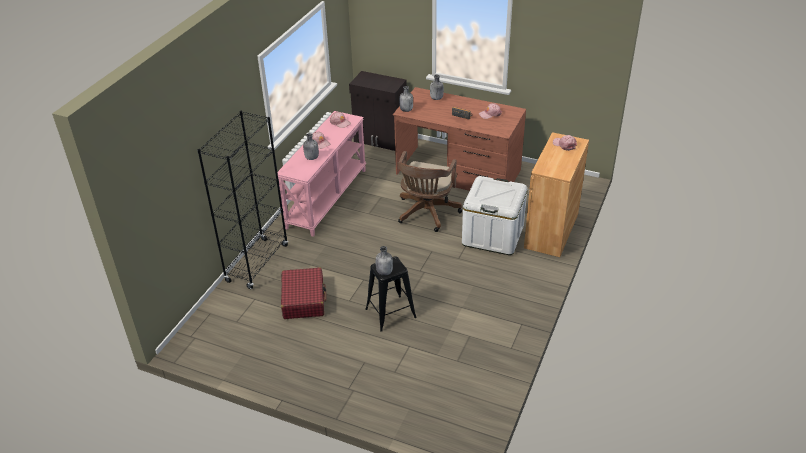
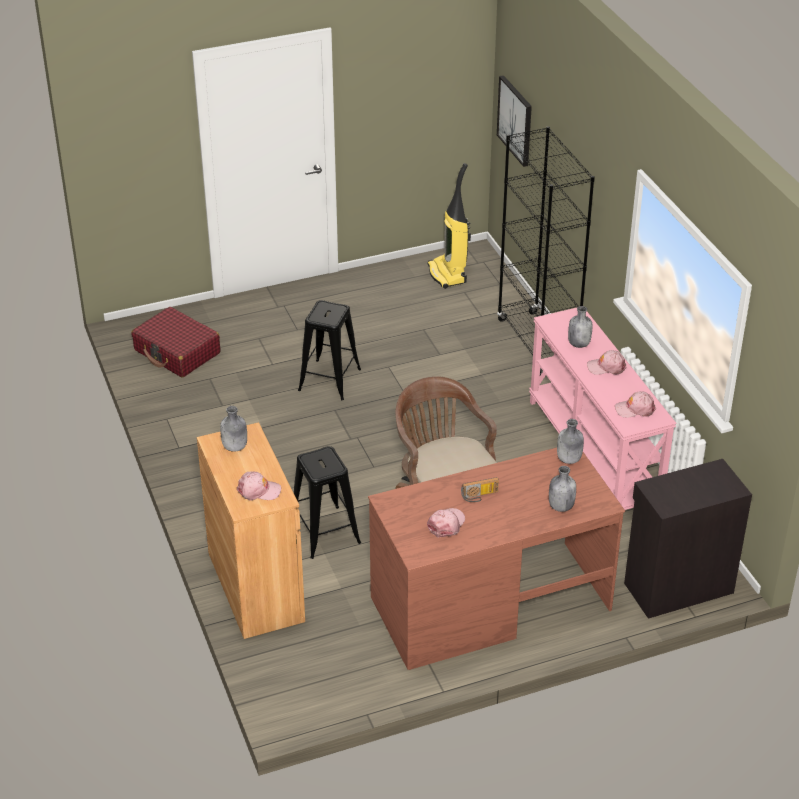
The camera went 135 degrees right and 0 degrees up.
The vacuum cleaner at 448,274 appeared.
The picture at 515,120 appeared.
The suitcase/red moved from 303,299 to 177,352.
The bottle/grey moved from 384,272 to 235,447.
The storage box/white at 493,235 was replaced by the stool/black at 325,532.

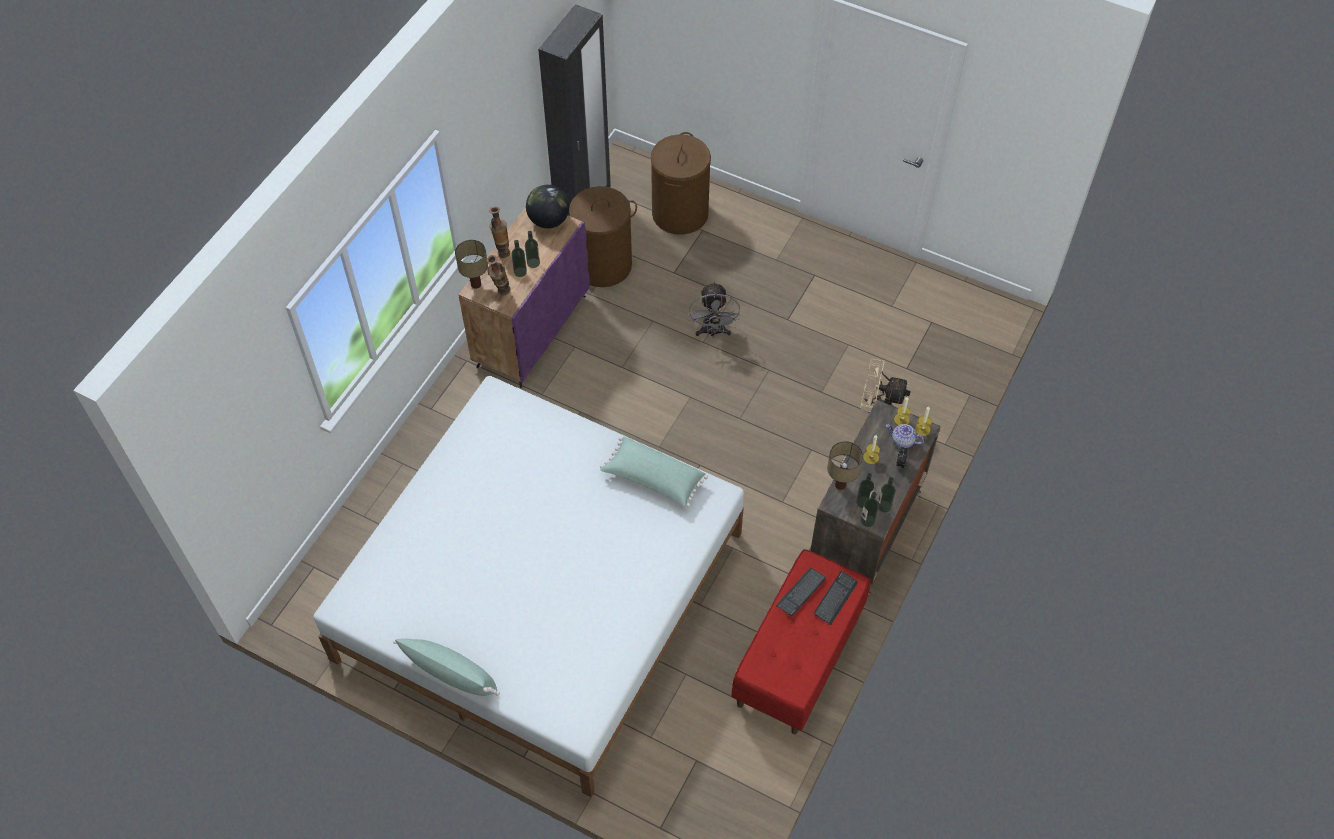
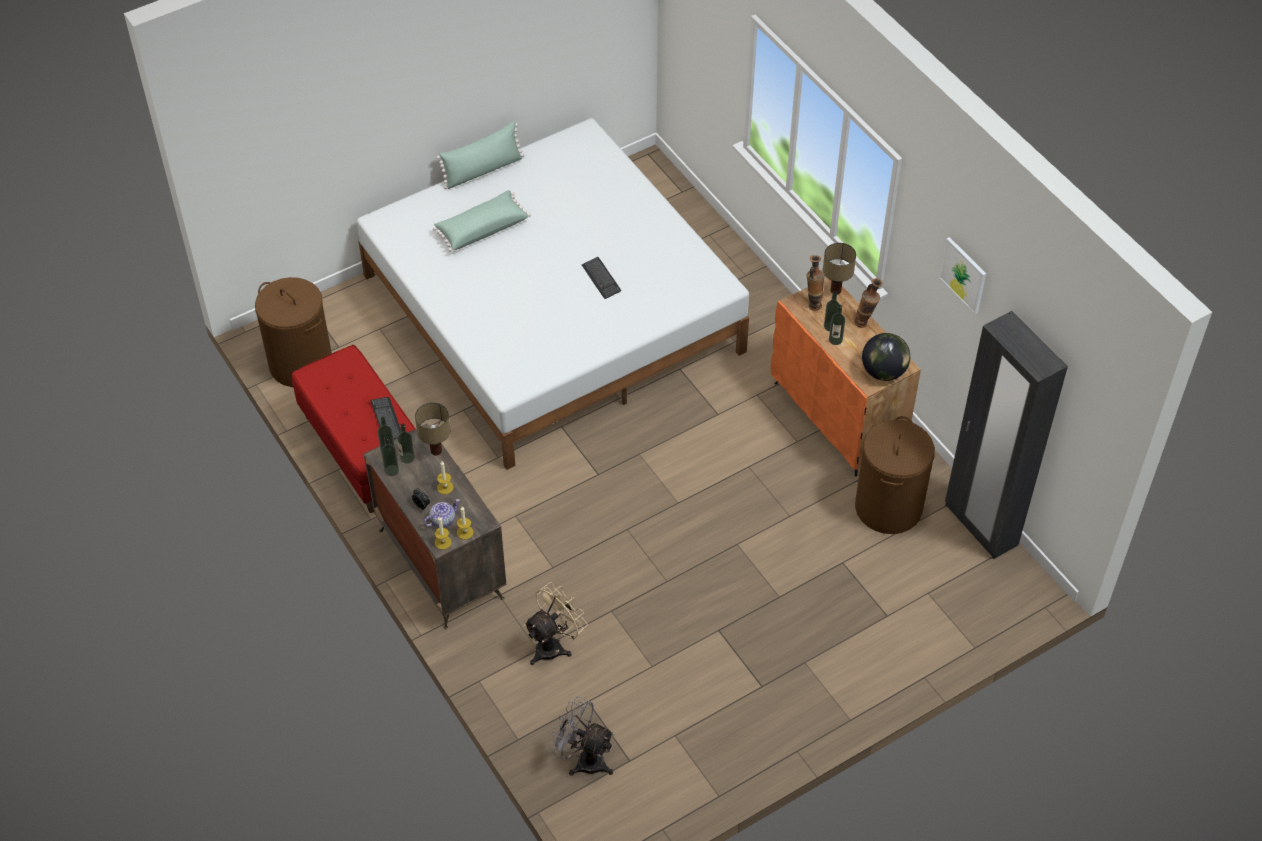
The camera went 120 degrees right and 5 degrees down.
The picture at 963,275 appeared.
The pillow/green moved from 653,479 to 481,228.
The laundry basket/brown moved from 679,213 to 301,364.
The fan/grey moved from 713,332 to 583,759.
The keyboard moved from 835,598 to 601,279.
The cabinet/purple at 532,330 became the cabinet/orange at 838,417.

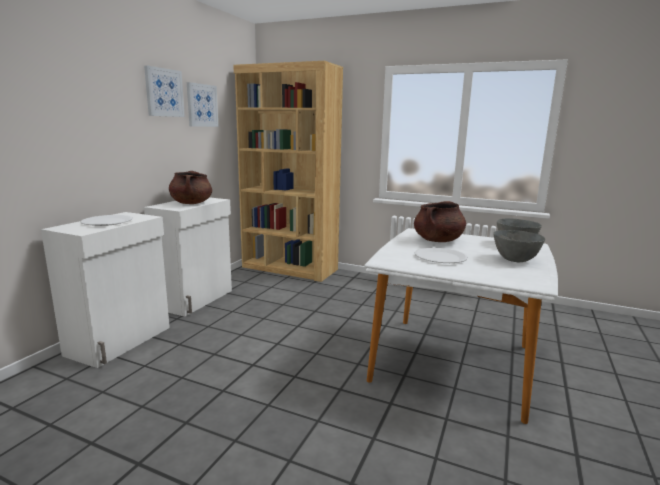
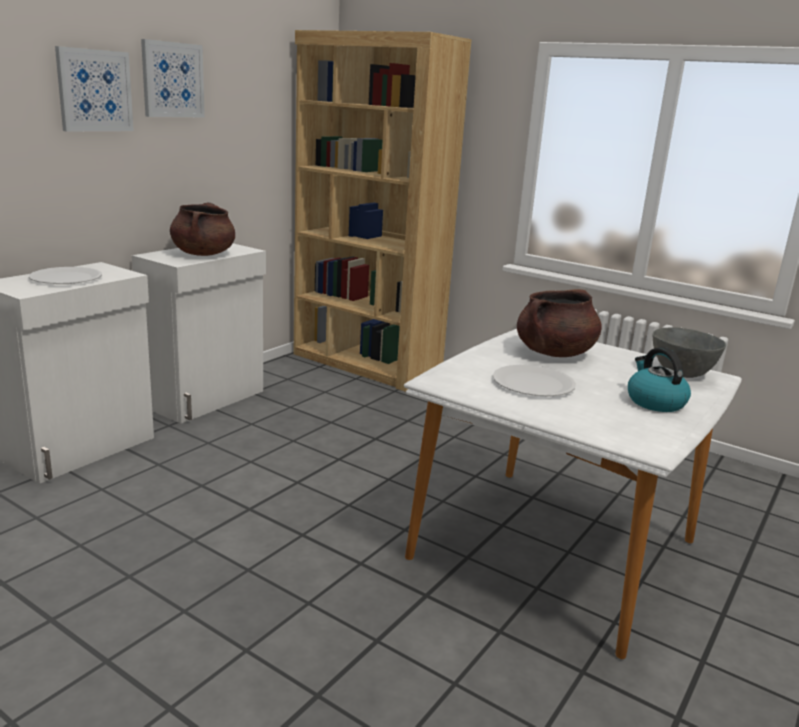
The camera went 10 degrees right and 5 degrees up.
The picture moved from 202,105 to 94,90.
The bowl/grey at 515,260 was replaced by the kettle at 654,402.

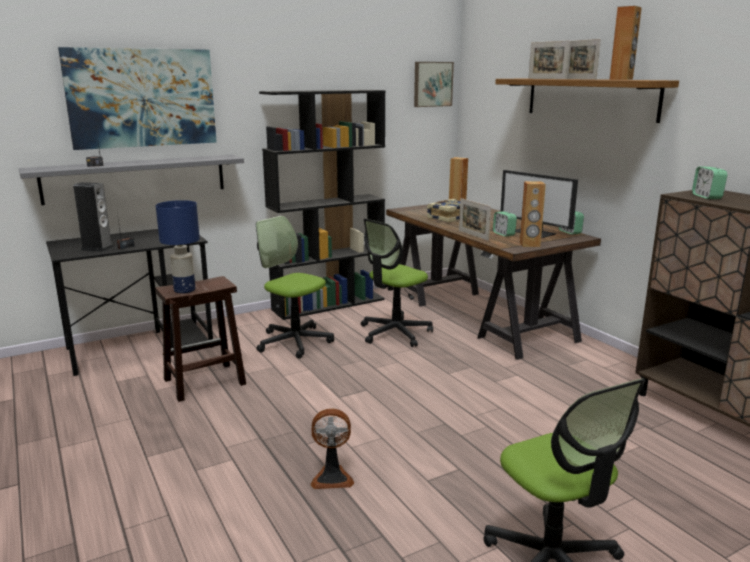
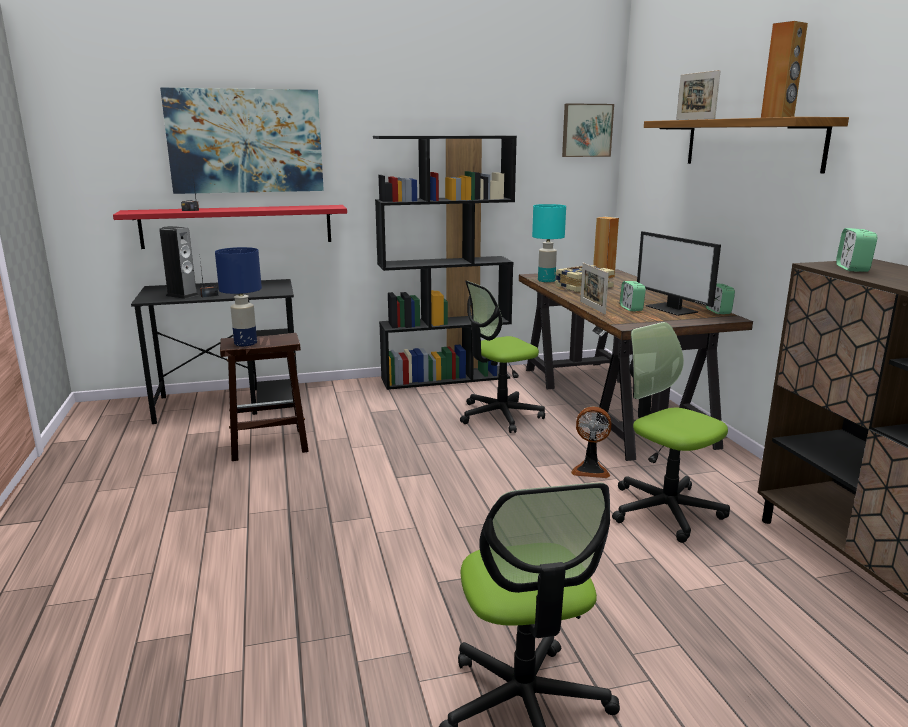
The camera went 15 degrees right and 0 degrees up.
The speaker/brown at 529,245 disappeared.
The picture frame at 580,79 disappeared.
The table lamp/turquoise at 546,280 appeared.
The office chair moved from 294,342 to 665,510.
The fan moved from 332,477 to 590,470.
The shelf/grey at 136,178 became the shelf/red at 237,226.

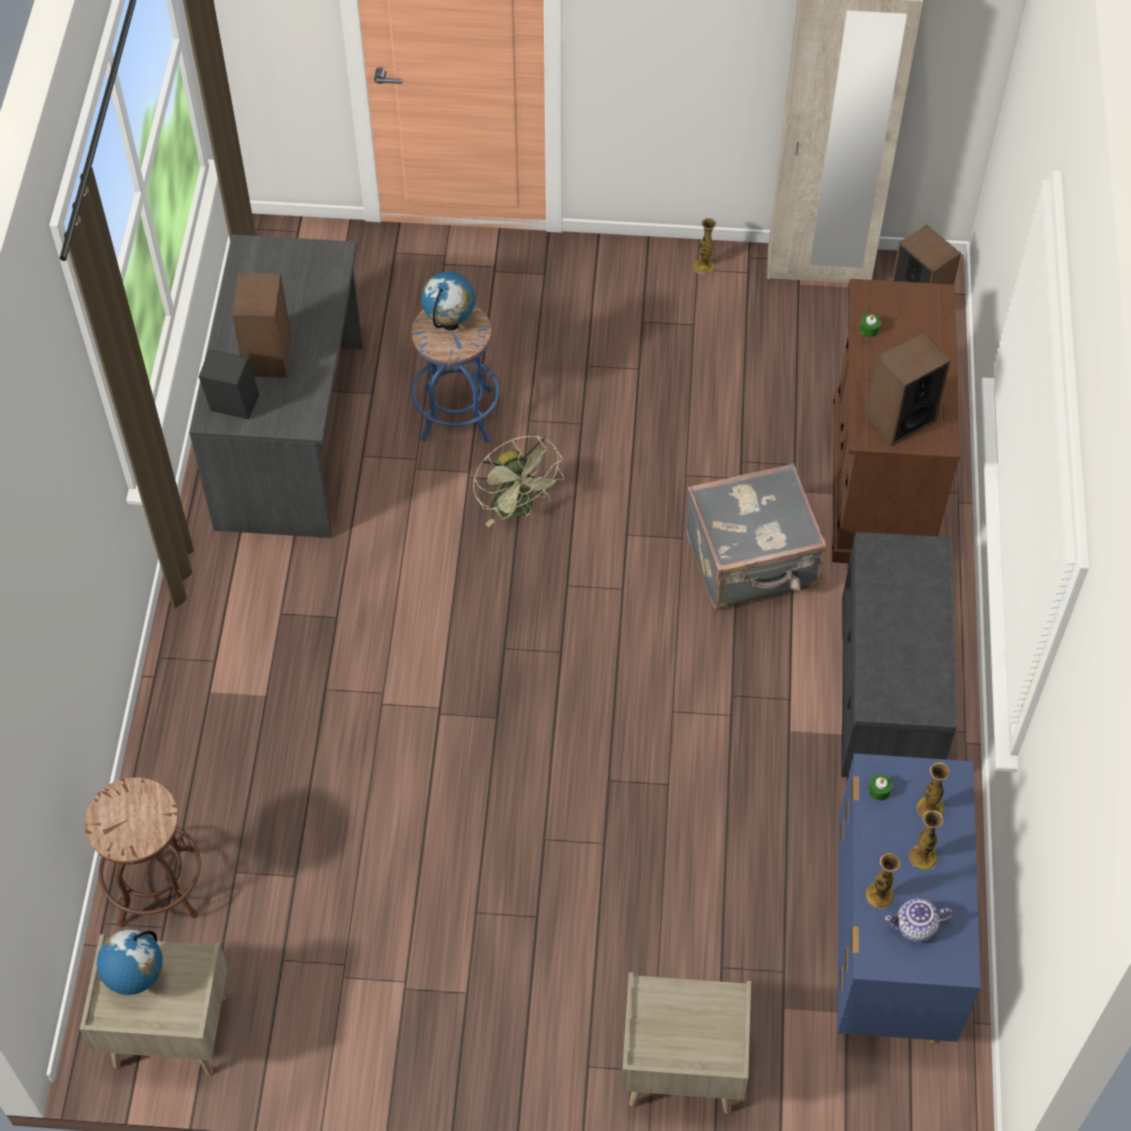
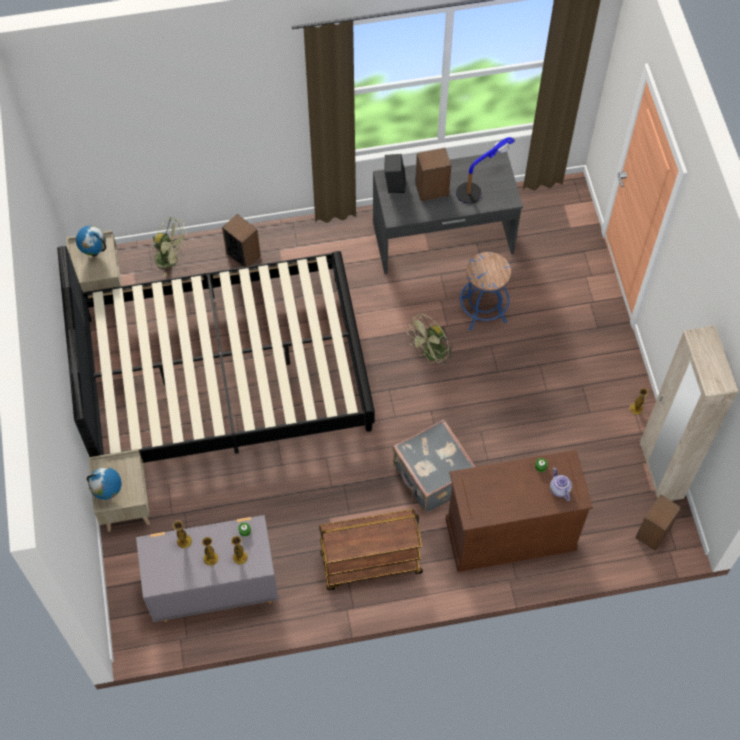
The camera went 75 degrees right and 5 degrees up.
The bed/black at 224,373 appeared.
The table lamp at 479,186 appeared.
The globe moved from 450,324 to 108,493.
The speaker moved from 899,419 to 243,254.
The teapot moved from 915,928 to 559,489.
The stool/brown at 157,886 was replaced by the fan/green at 171,260.
The bench/grey at 891,689 was replaced by the cart/brown at 370,564.
The dresser/blue at 889,946 became the dresser/grey at 213,590.

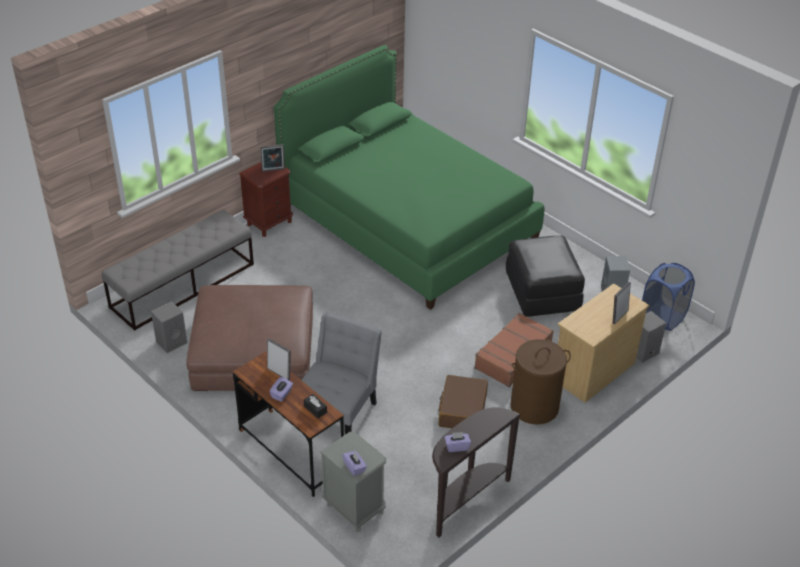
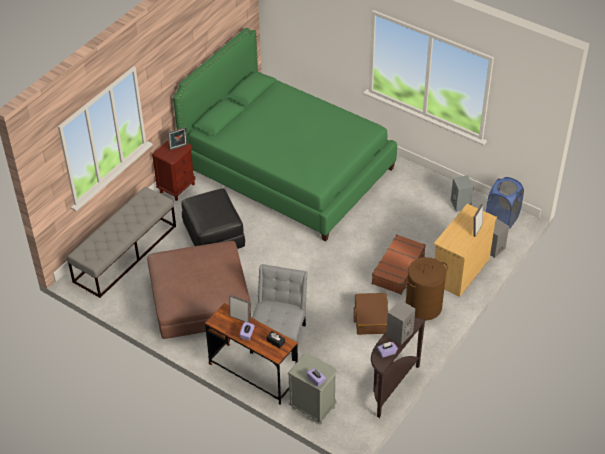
The camera went 10 degrees left and 5 degrees up.
The speaker/grey moved from 172,341 to 399,333.
The ottoman/black moved from 542,292 to 214,236.

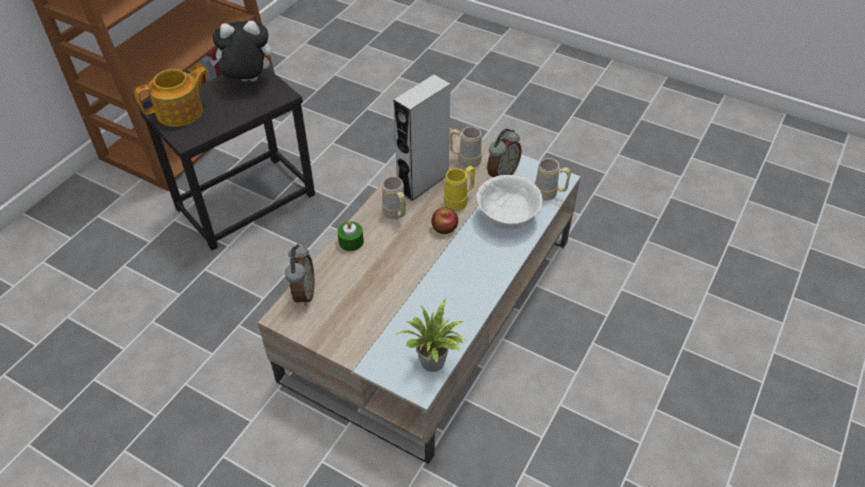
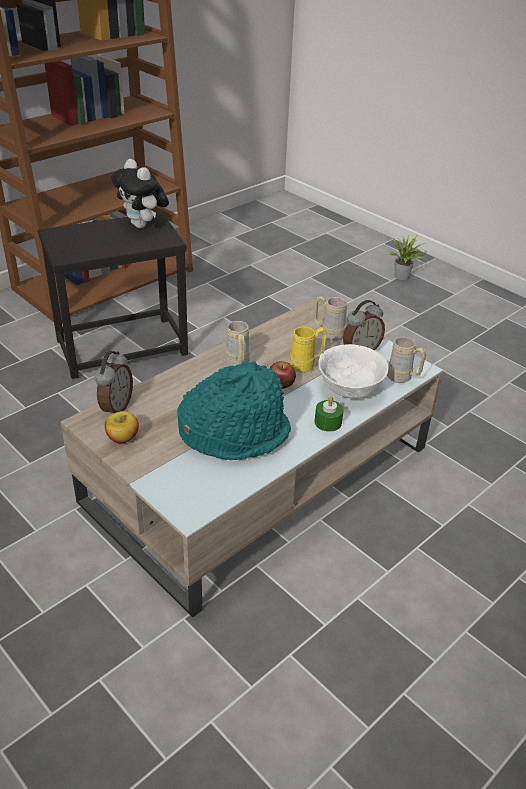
The camera went 15 degrees right and 10 degrees down.
The teapot at 181,112 disappeared.
The speaker/grey at 423,182 disappeared.
The apple at 122,438 appeared.
The hat/turquoise at 234,432 appeared.
The candle/green moved from 351,241 to 328,422.
The potted plant moved from 434,364 to 402,277.
The plush toy at 247,82 turned 135 degrees counterclockwise.

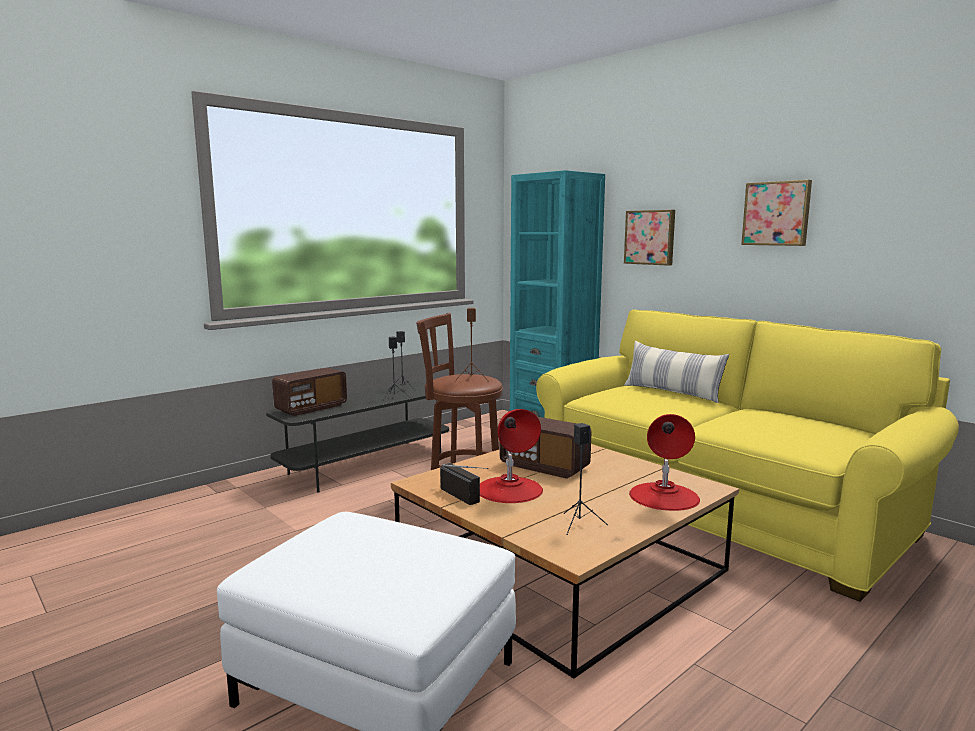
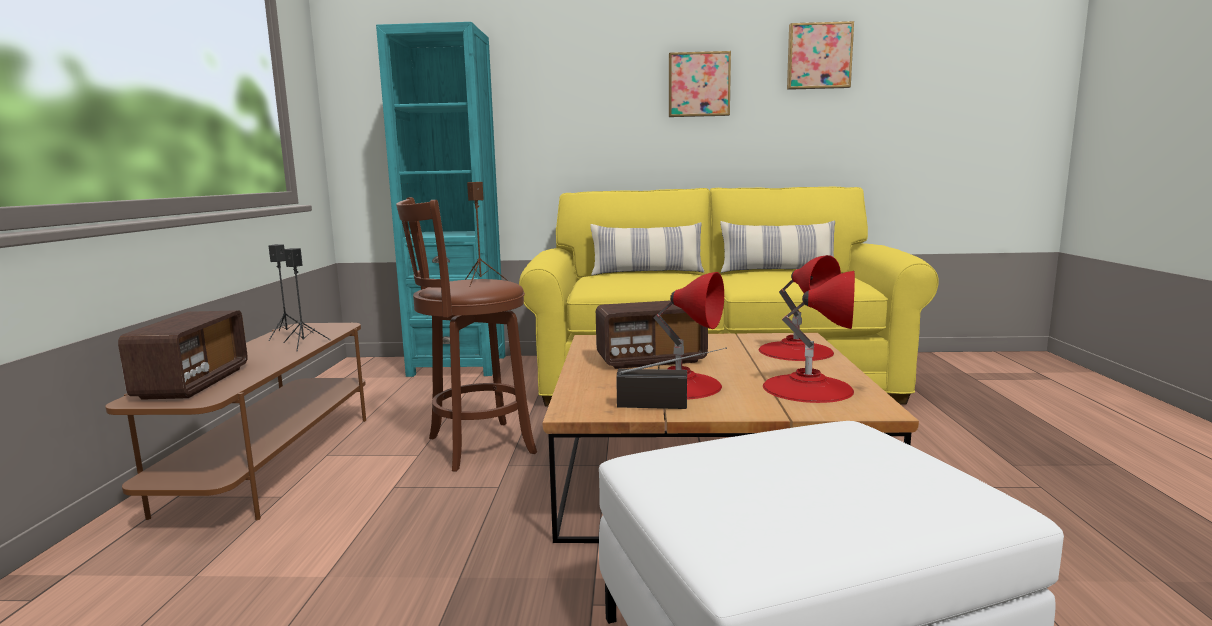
The camera went 45 degrees left and 0 degrees up.
The pillow at 777,271 appeared.
The picture moved from 650,237 to 818,56.
The speaker/black at 580,524 was replaced by the table lamp/red at 807,388.
The tv stand/grey at 367,465 became the tv stand/brown at 273,461.

